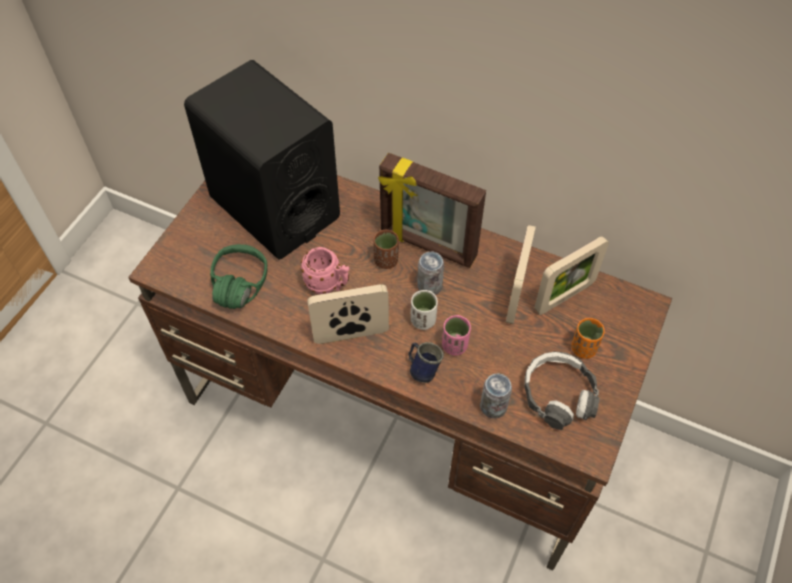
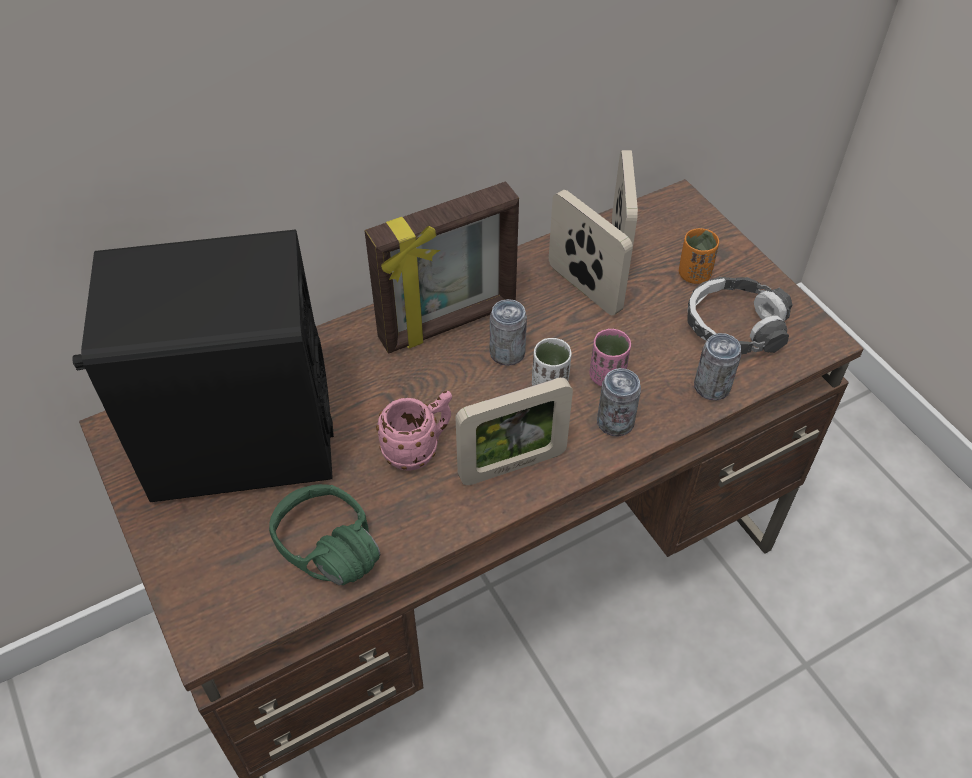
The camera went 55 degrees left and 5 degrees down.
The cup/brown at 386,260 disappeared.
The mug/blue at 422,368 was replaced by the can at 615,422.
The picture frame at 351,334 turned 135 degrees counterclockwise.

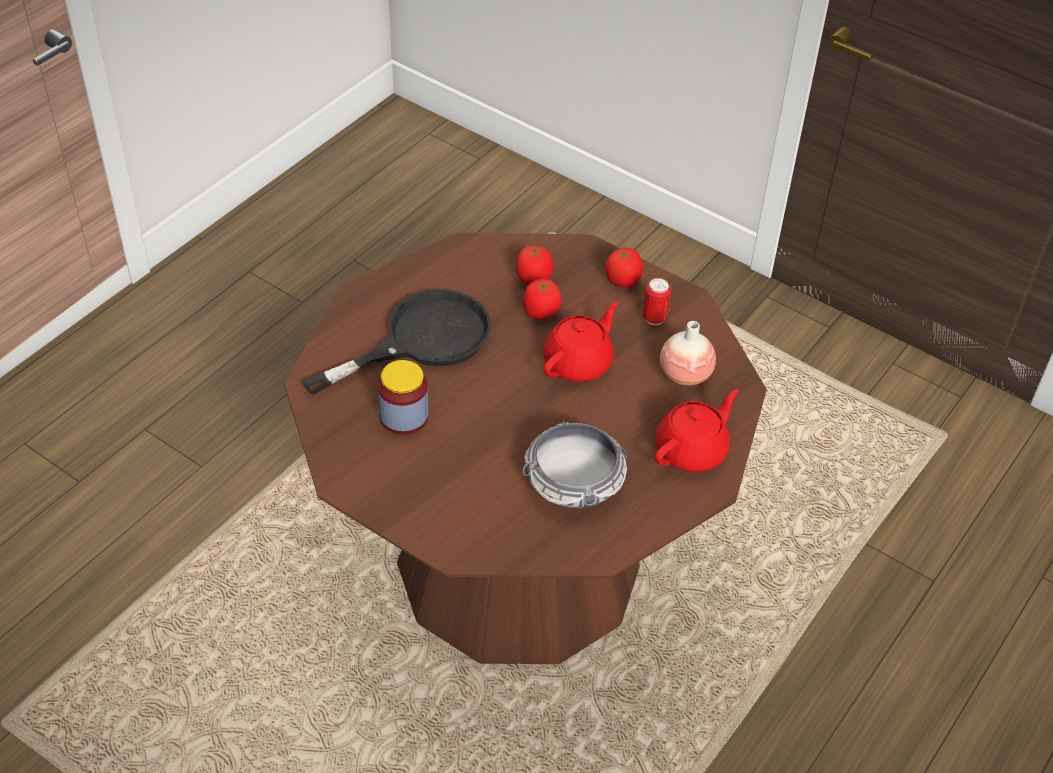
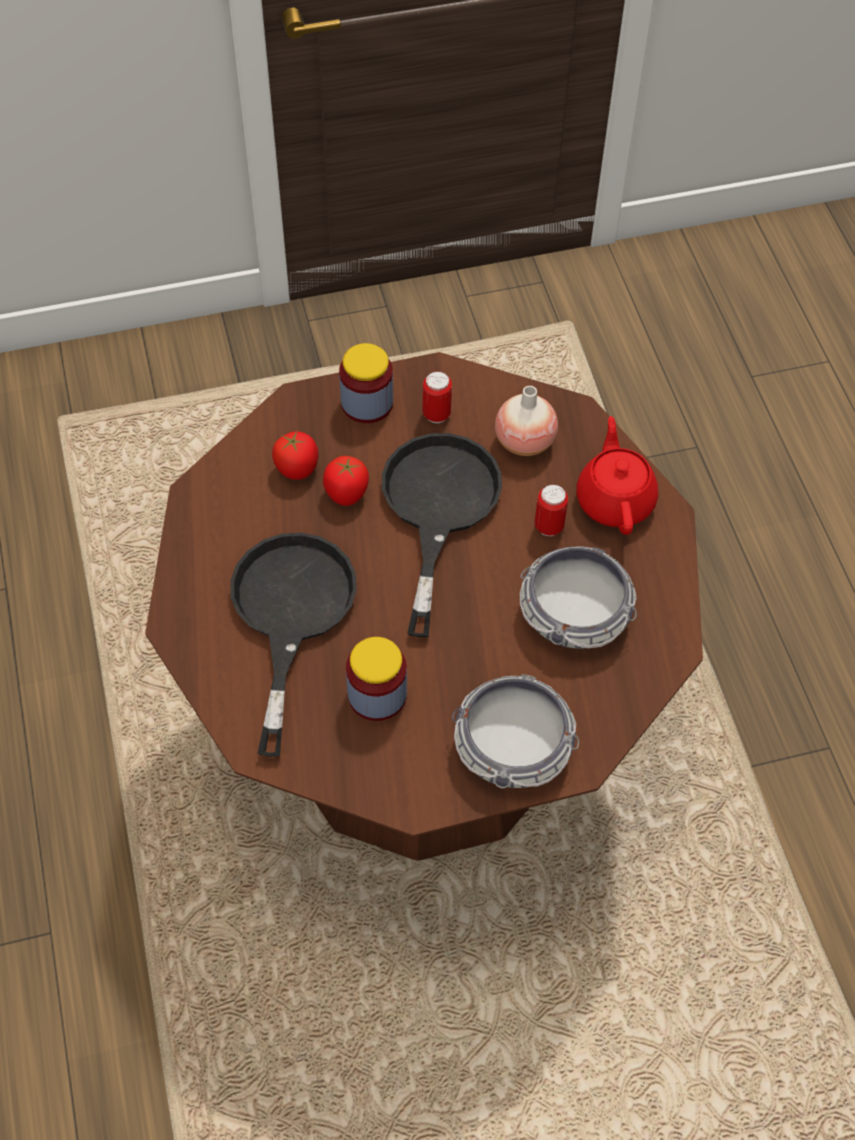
The camera went 50 degrees left and 10 degrees up.
The bowl at 513,746 appeared.
The can at 549,526 appeared.
The teapot/red at 579,363 was replaced by the frying pan/black at 437,509.
The tomato at 623,280 was replaced by the jar at 367,403.

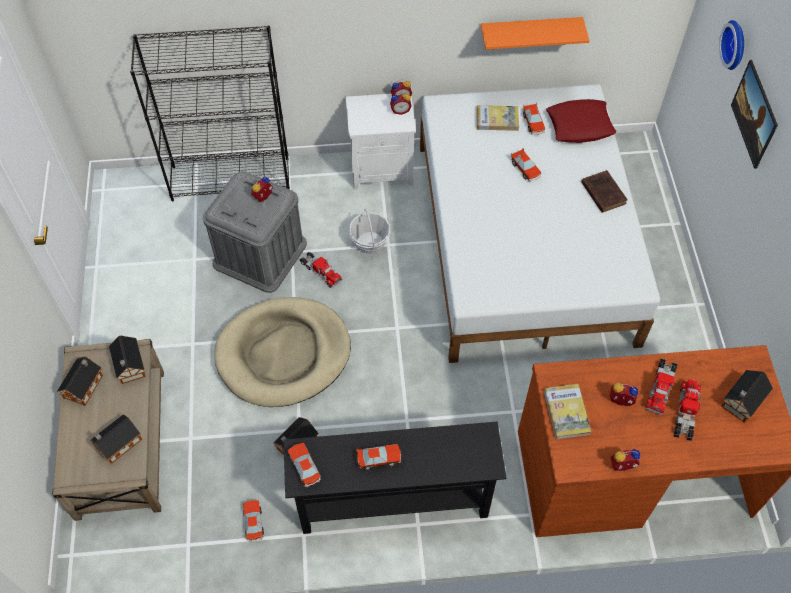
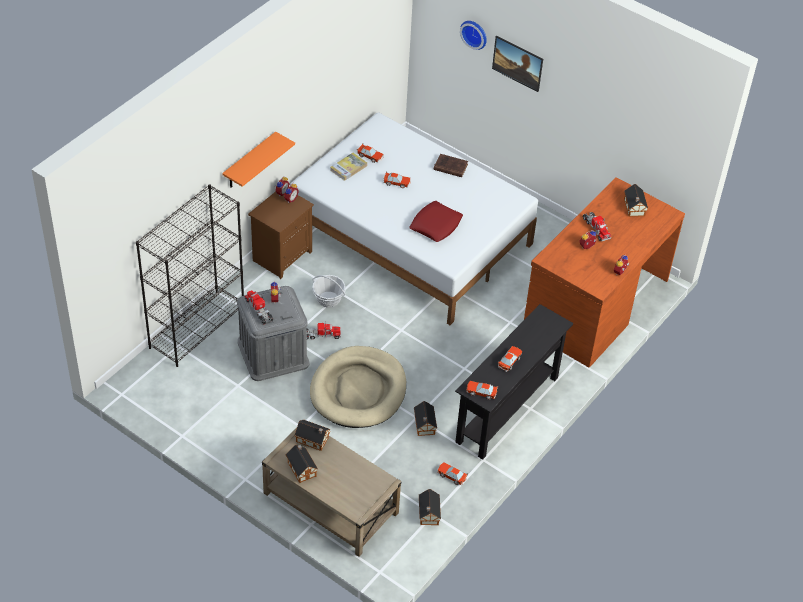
The camera went 50 degrees left and 10 degrees down.
The book at 566,412 disappeared.
The toy house moved from 117,444 to 428,514.
The shelf/orange moved from 530,33 to 249,161.
The pillow/red moved from 580,125 to 436,225.
The toy truck moved from 686,412 to 259,310.
The nightstand/white at 382,169 became the nightstand/brown at 282,255.

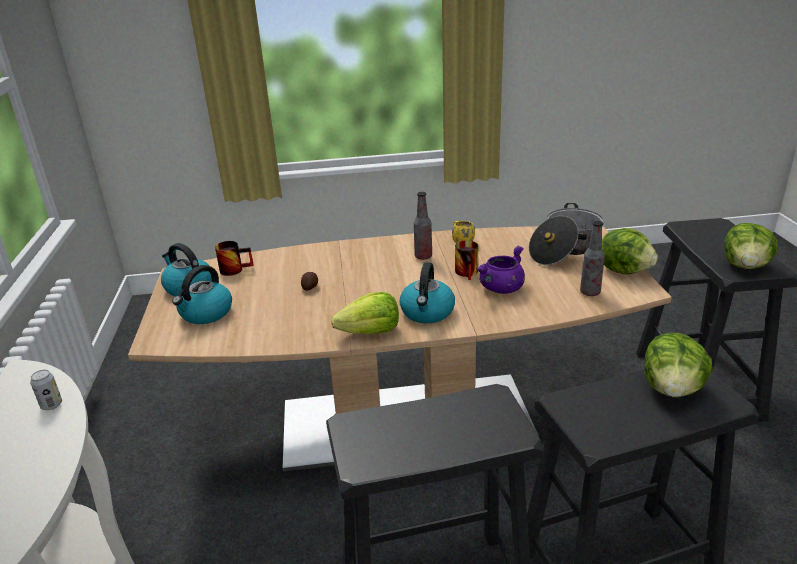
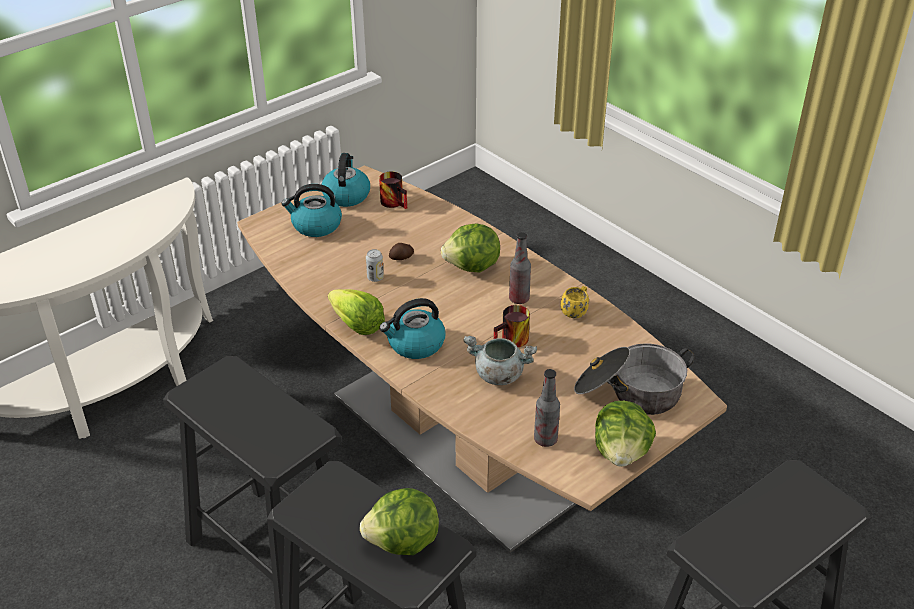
The camera went 55 degrees right and 10 degrees up.
The can moved from 51,405 to 375,278.
The lettuce moved from 745,266 to 472,267.
The cooking pot/purple at 501,289 became the cooking pot/grey at 498,375.

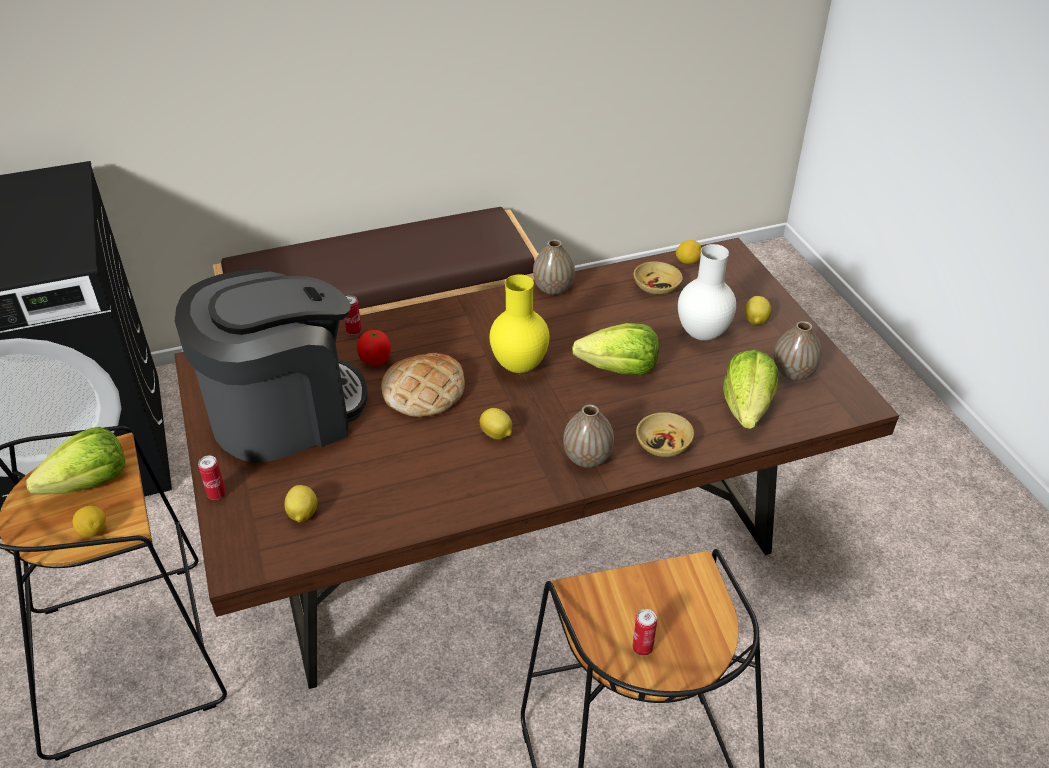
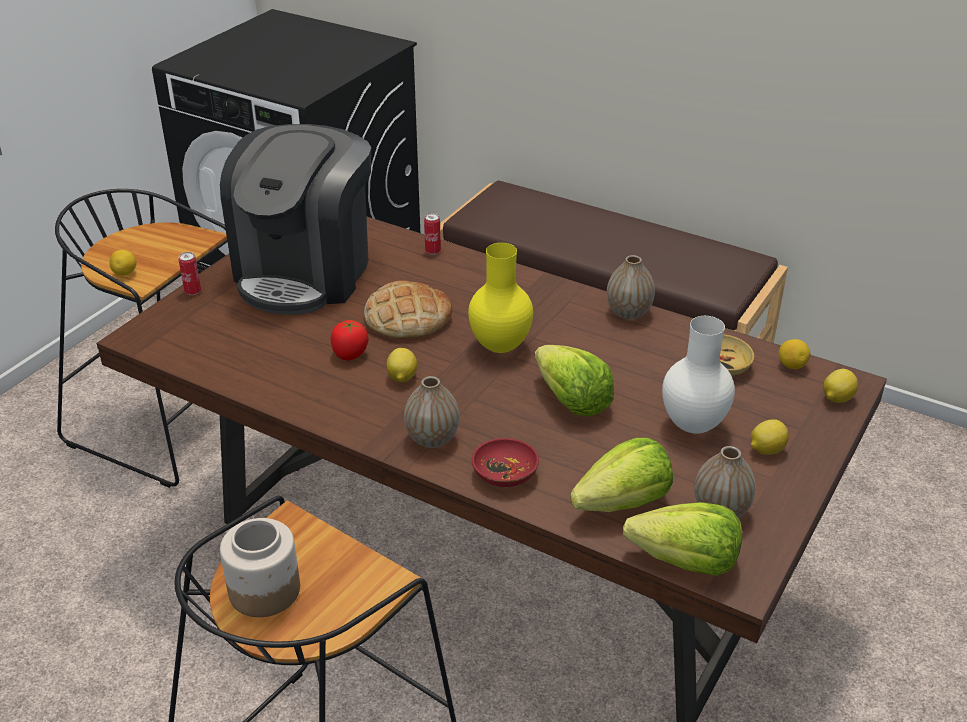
The camera went 50 degrees right and 5 degrees down.
The lettuce moved from 89,483 to 685,562.
The lemon moved from 302,514 to 836,398.
The tomato moved from 376,361 to 350,355.
The can at 642,648 was replaced by the jar at 263,591.
The bowl/beige at 664,444 became the bowl/red at 504,474.
The coffee machine at 285,412 turned 90 degrees clockwise.

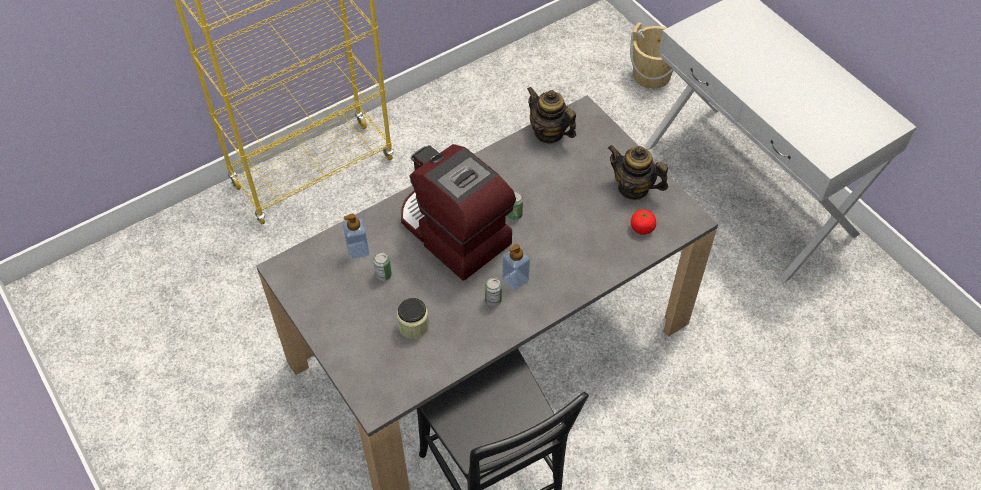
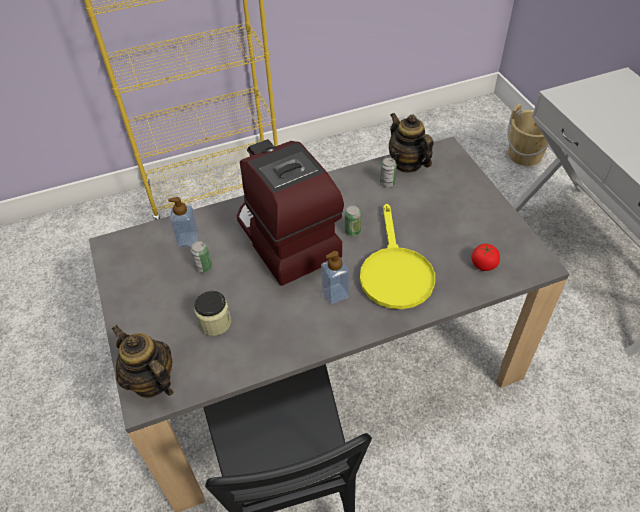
The camera went 15 degrees right and 5 degrees down.
The frying pan/yellow at 394,272 appeared.
The can moved from 493,300 to 387,183.
The teapot moved from 633,188 to 151,381.

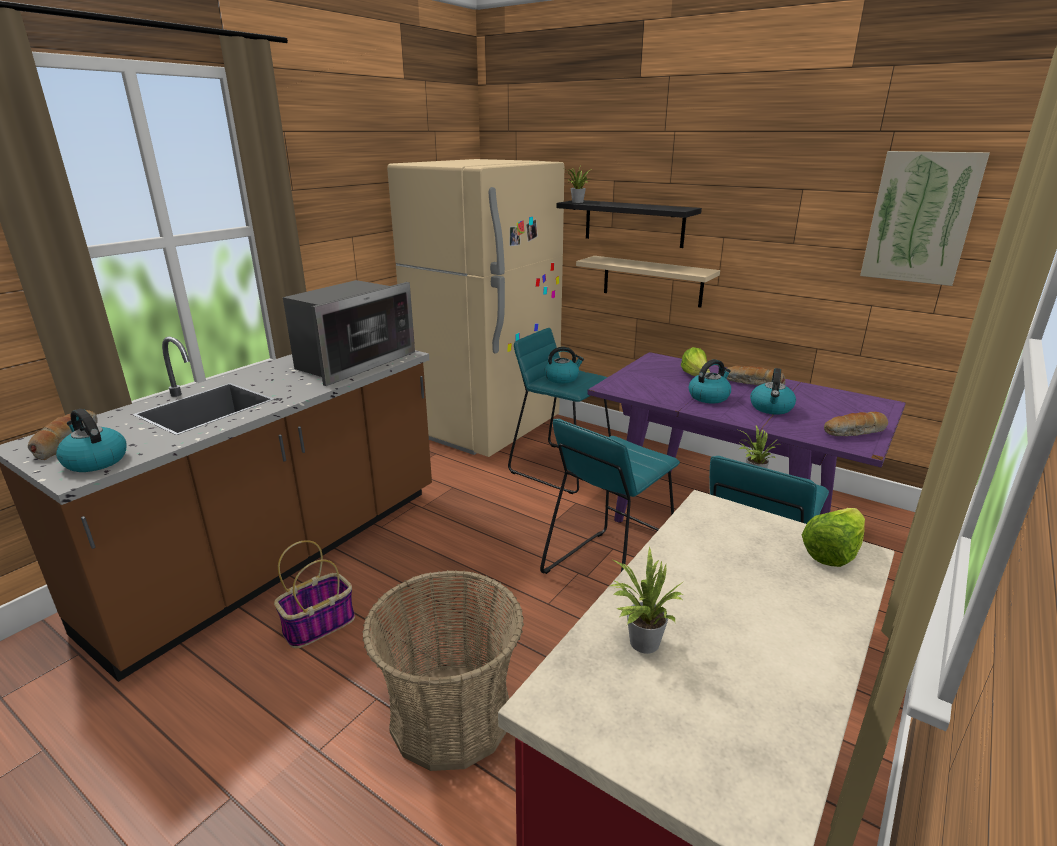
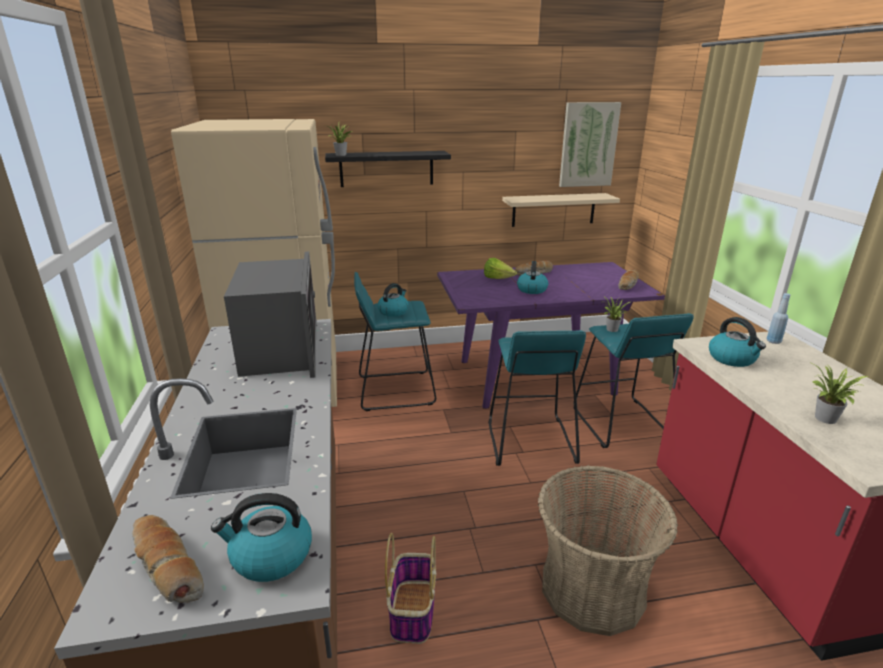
The camera went 45 degrees left and 0 degrees up.
The shelf/beige moved from 652,281 to 553,209.
The kettle moved from 771,408 to 732,359.
The lettuce at 832,552 was replaced by the bottle/blue at 773,341.

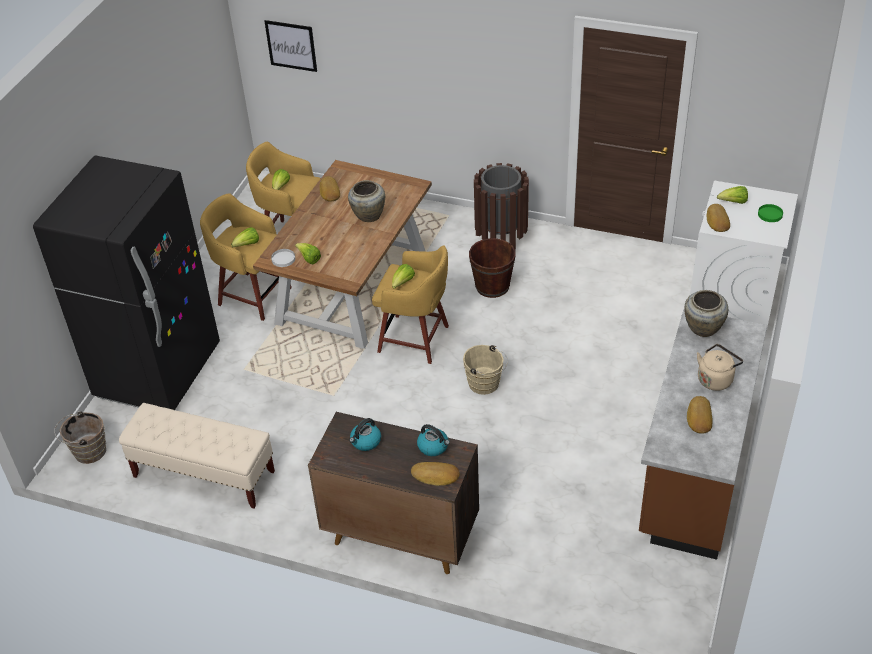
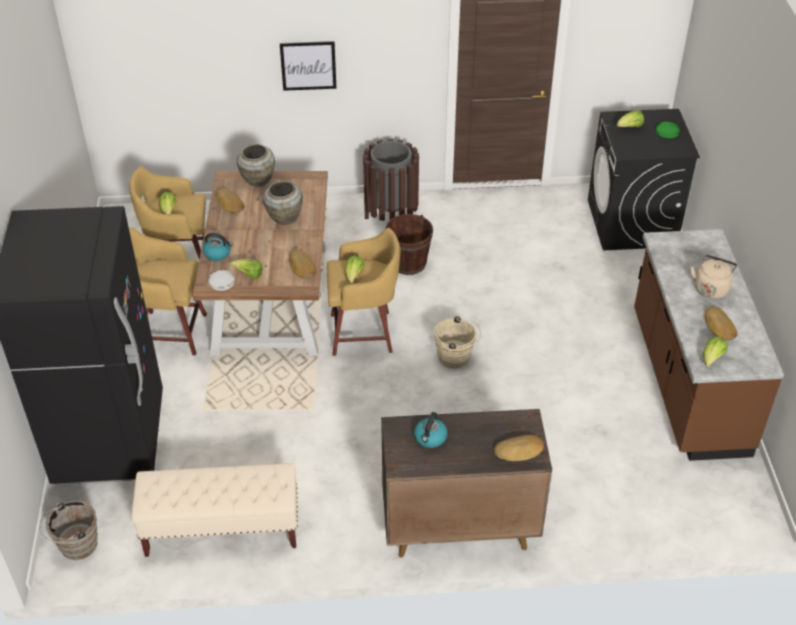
The camera went 25 degrees left and 0 degrees up.
The lettuce moved from 247,245 to 711,359.
The picture moved from 291,45 to 308,65.
The kettle moved from 433,447 to 218,254.
The vase/beige moved from 702,329 to 257,180.
The bread moved from 717,221 to 301,267.
The washing machine/white at 732,301 became the washing machine/black at 631,223.

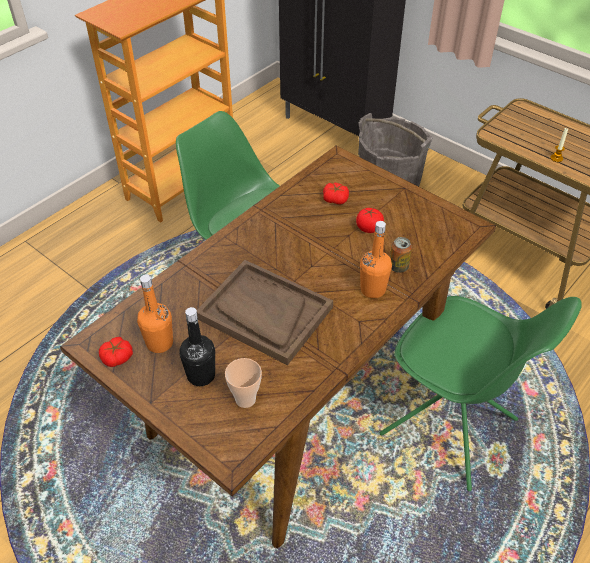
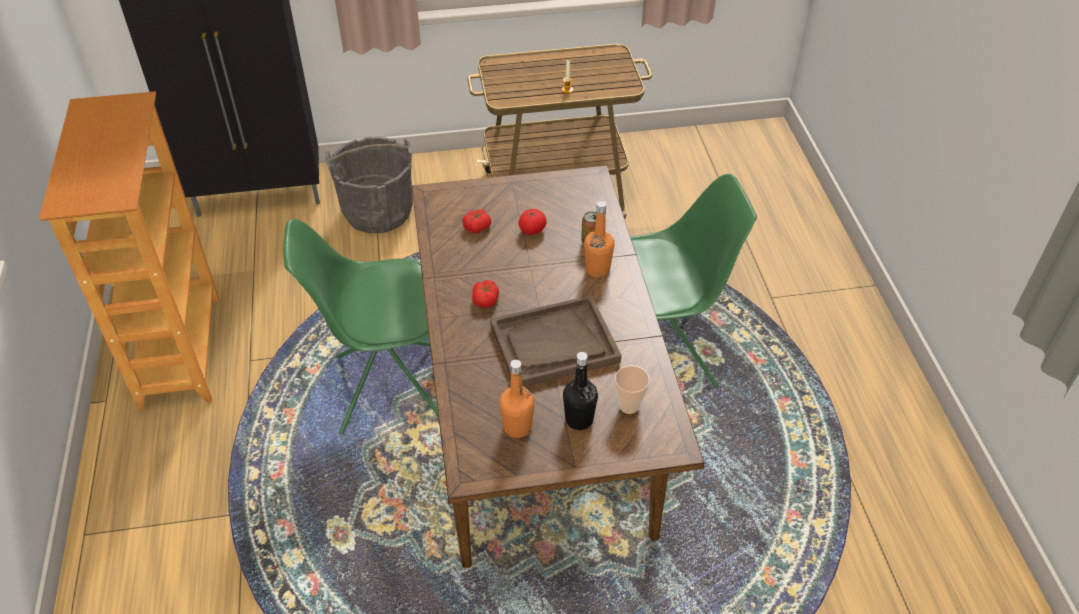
The camera went 50 degrees left and 0 degrees up.
The tomato moved from 117,357 to 485,299.

